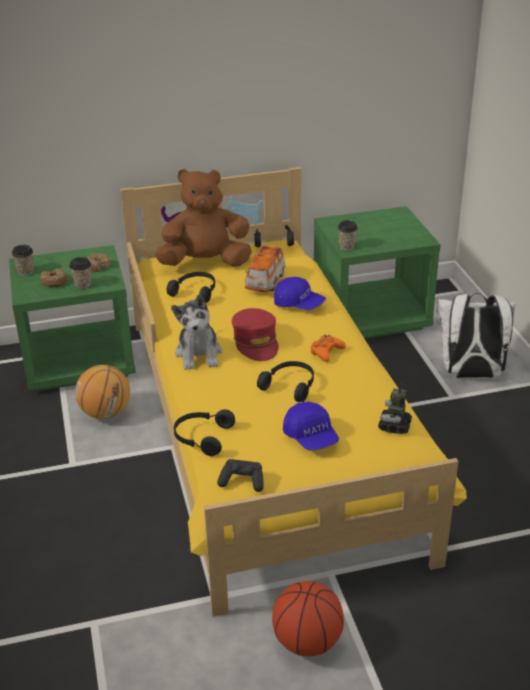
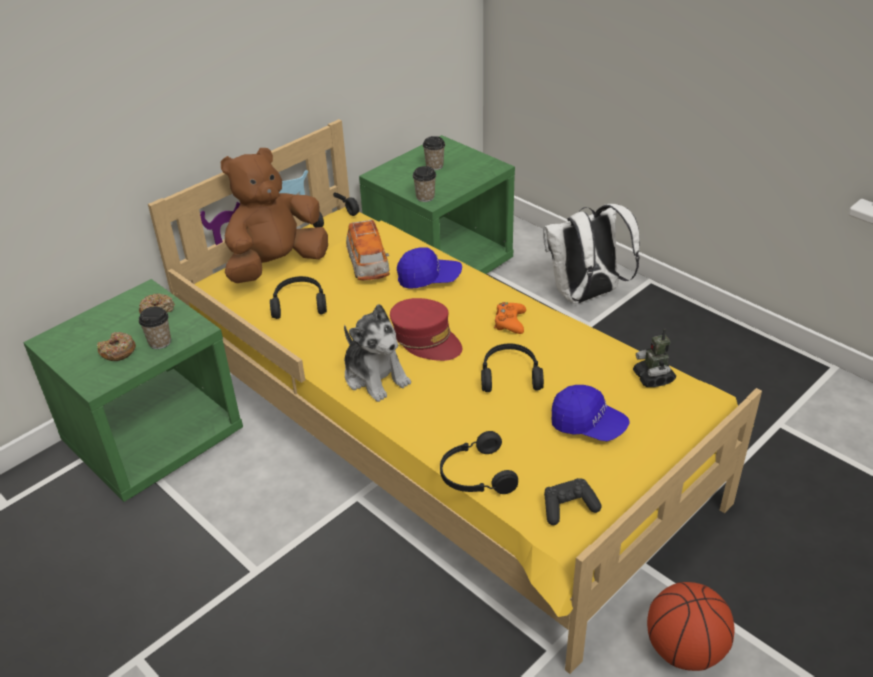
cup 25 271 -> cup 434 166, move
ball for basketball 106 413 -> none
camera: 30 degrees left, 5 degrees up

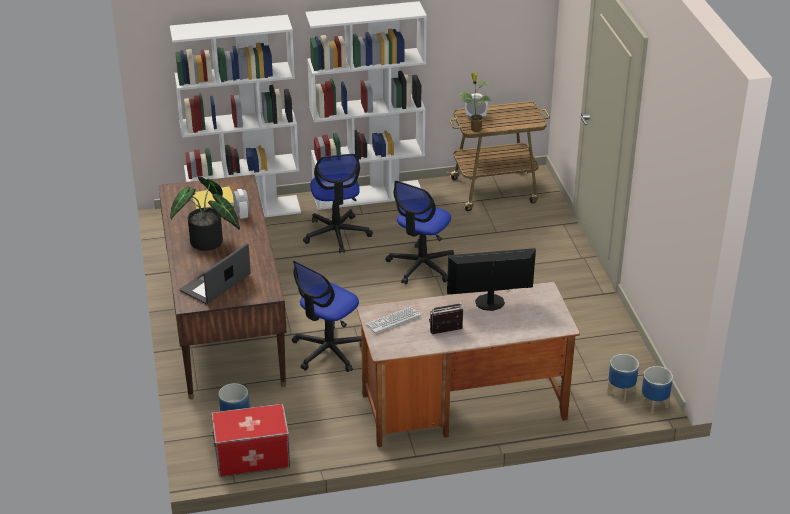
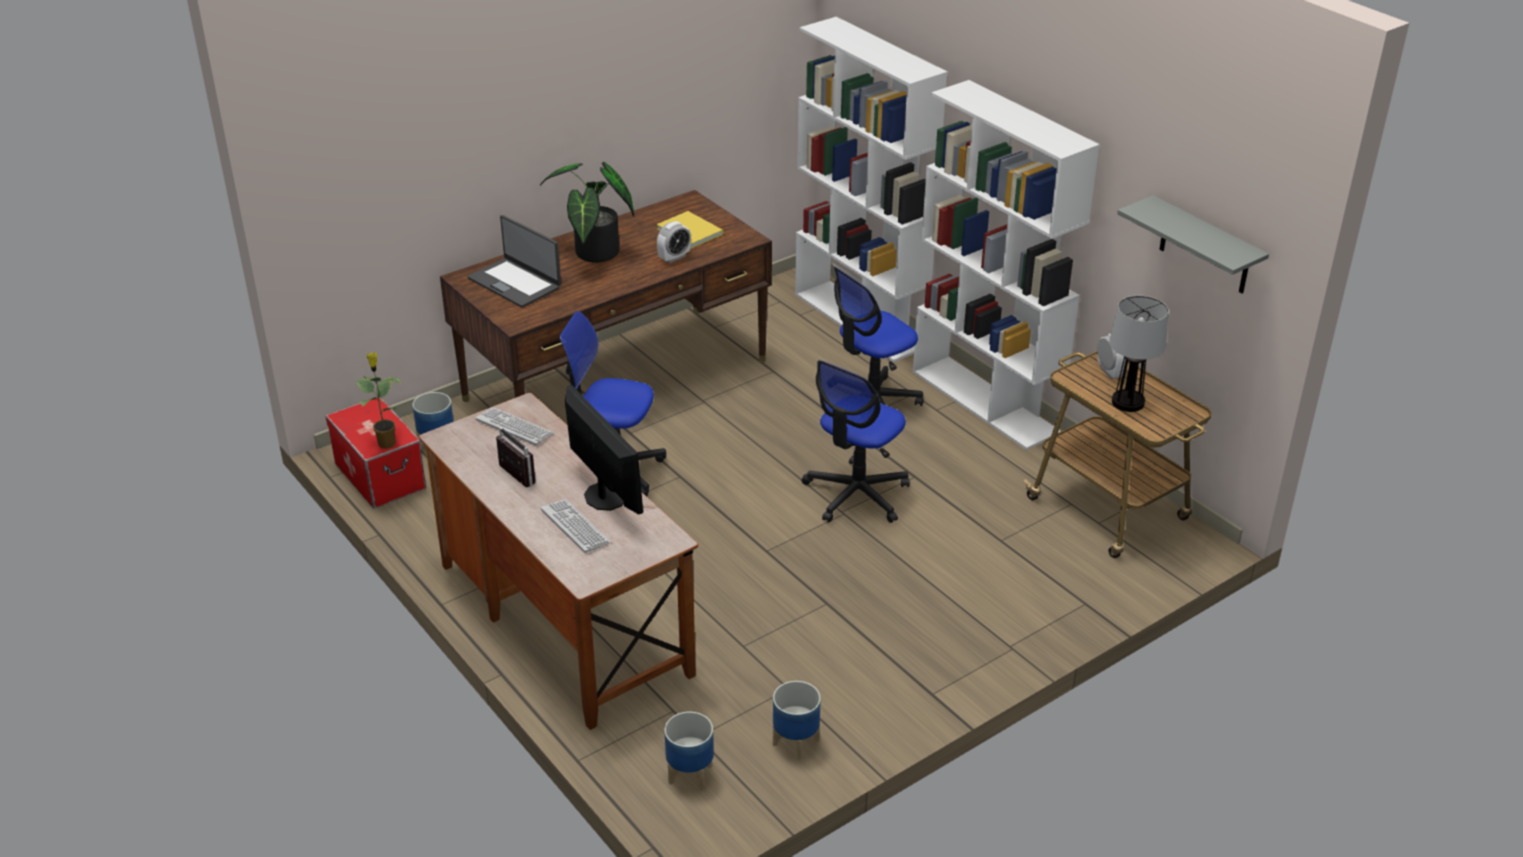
portable computer 216 283 -> portable computer 515 283, 150 degrees counterclockwise
office chair 421 266 -> office chair 856 494, 60 degrees counterclockwise
potted plant 475 129 -> potted plant 386 443, move
plant pot 654 405 -> plant pot 795 743, move
none -> keyboard 575 526
none -> table lamp 1128 403
none -> wall shelf (grey) 1205 247
camera: 65 degrees right, 0 degrees up

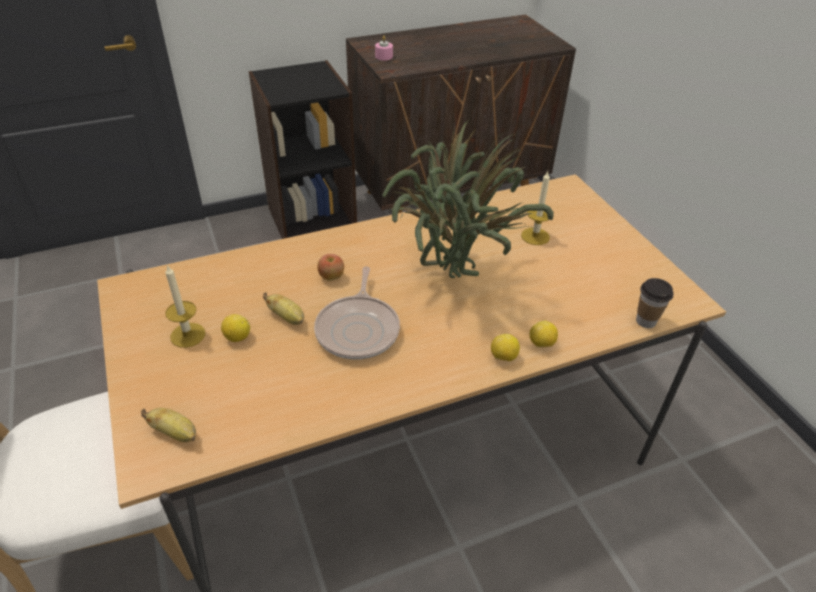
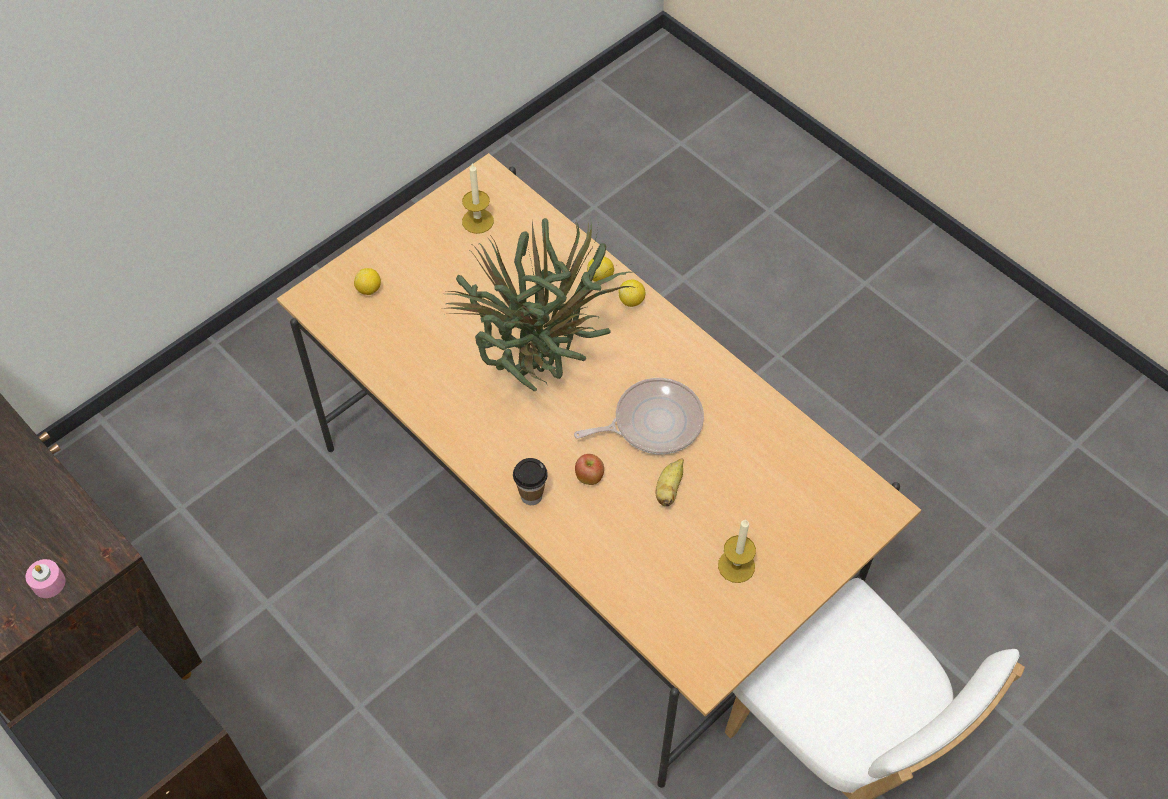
banana 176 433 -> none
lemon 237 337 -> lemon 369 289, move
wax candle 535 236 -> wax candle 477 221, move
cup 645 321 -> cup 531 496, move
camera: 110 degrees left, 15 degrees up

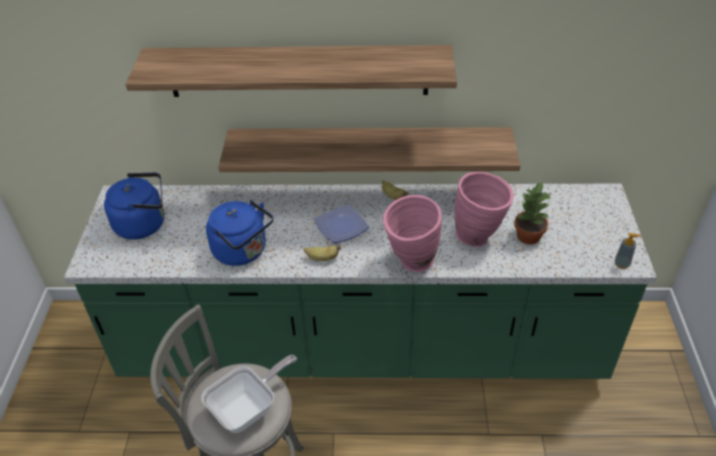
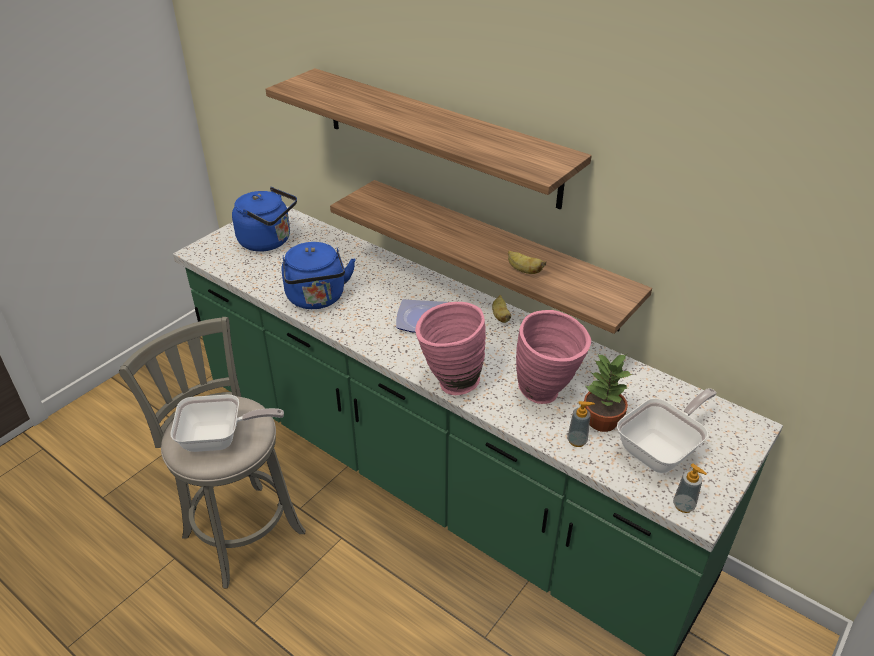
banana 322 258 -> banana 523 270, move
none -> soap dispenser 577 441
none -> frying pan 662 450
camera: 35 degrees right, 5 degrees down

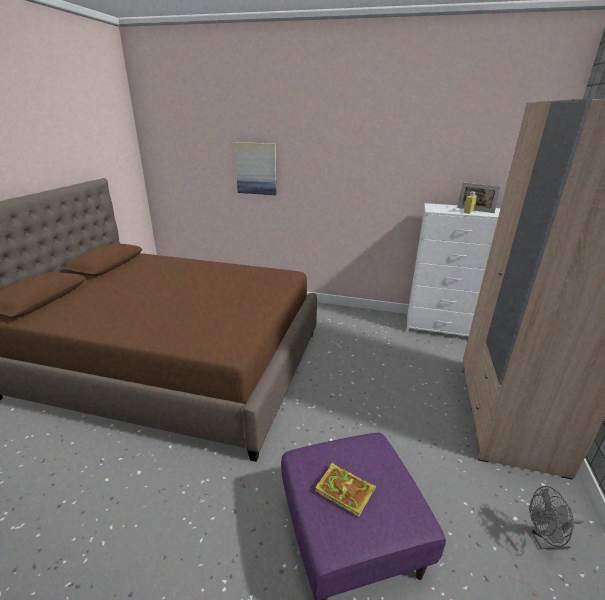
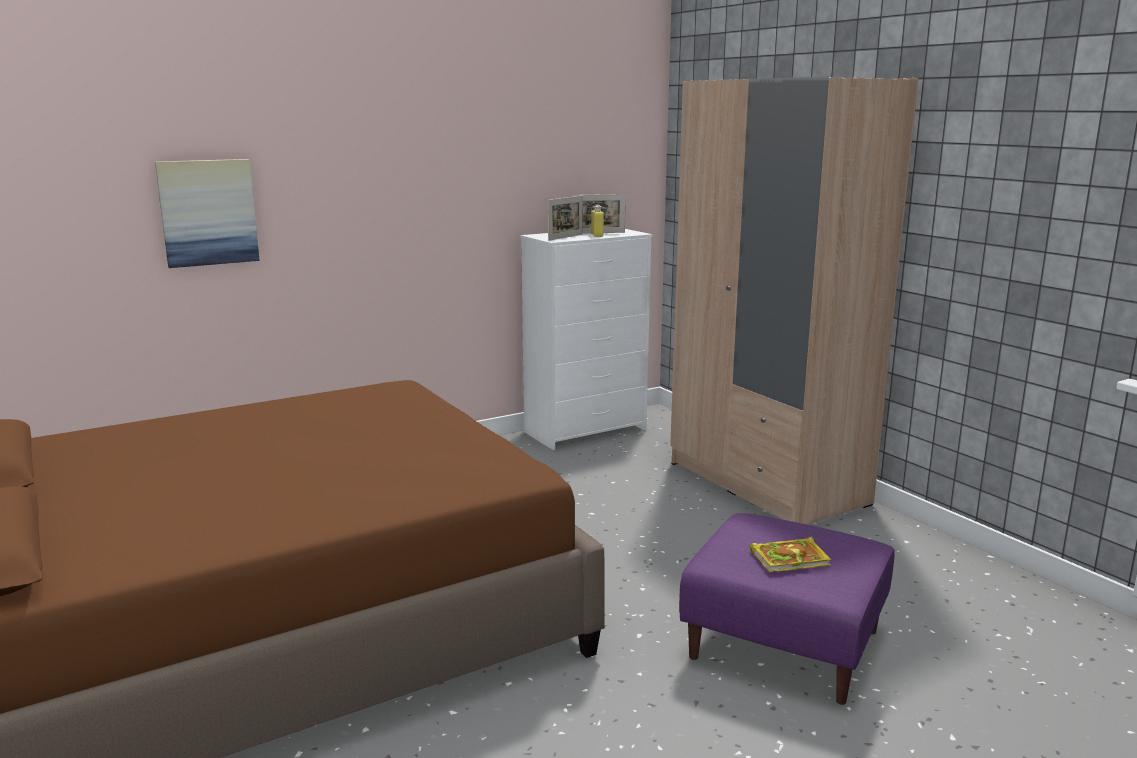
cooling fan (grey) 544 541 -> none
none -> picture frame 565 237
camera: 45 degrees left, 10 degrees down

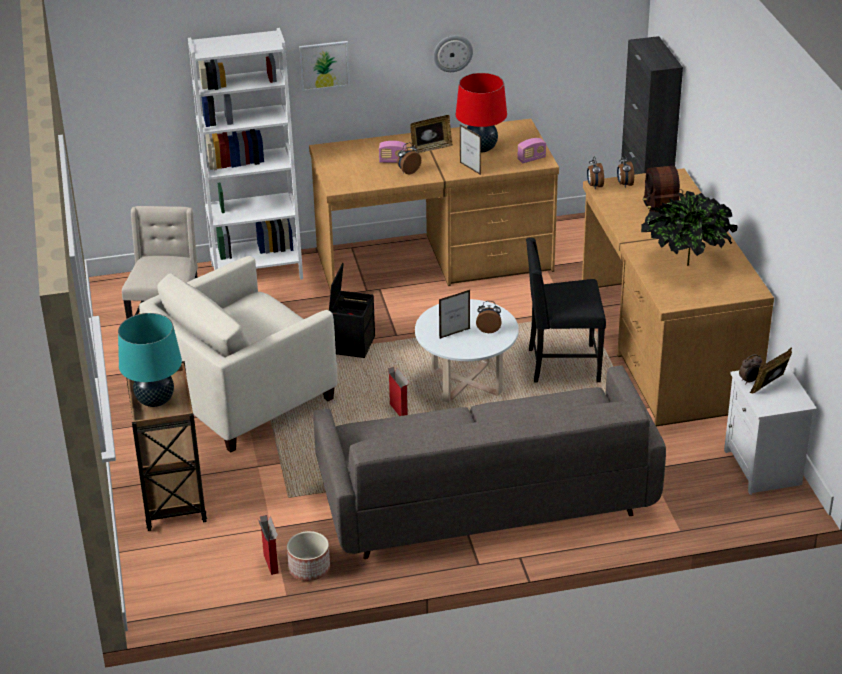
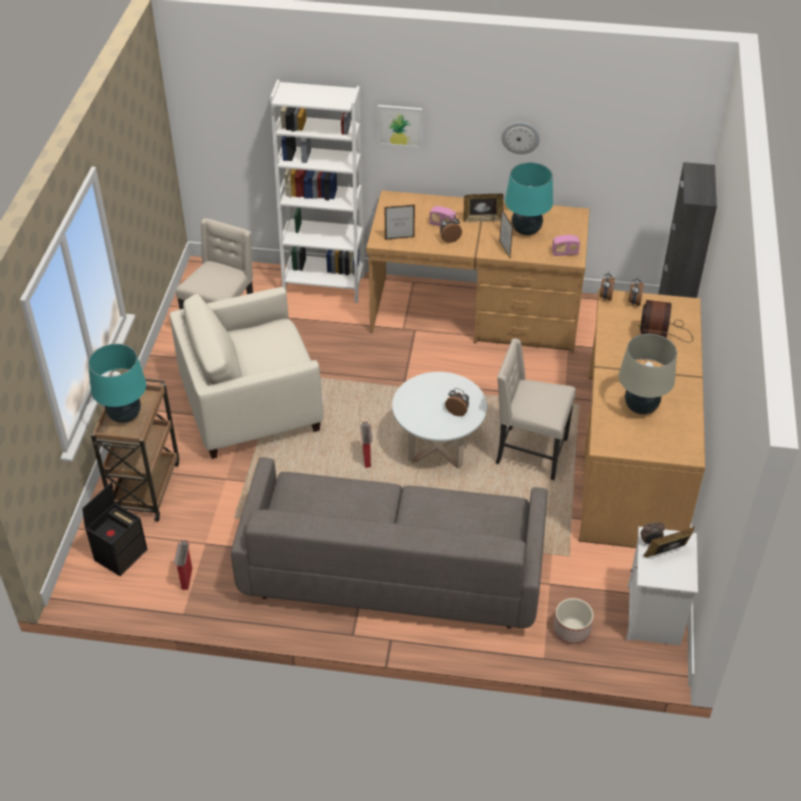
plant pot 309 569 -> plant pot 571 630, move
storage box (blackish) 352 344 -> storage box (blackish) 121 554, move
picture frame 454 333 -> picture frame 399 238, move
table lamp (red-coloured) 481 148 -> table lamp (blue-green) 526 230
plain chair (blackish) 561 365 -> plain chair (beige-coloured) 529 452
potted plant 685 265 -> table lamp (beige-coloured) 640 407
camera: 20 degrees right, 10 degrees up

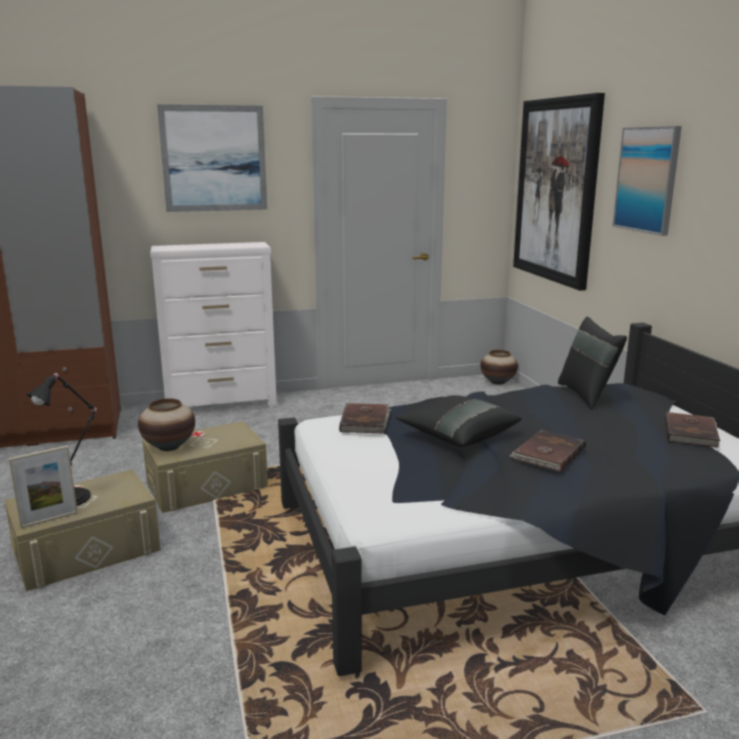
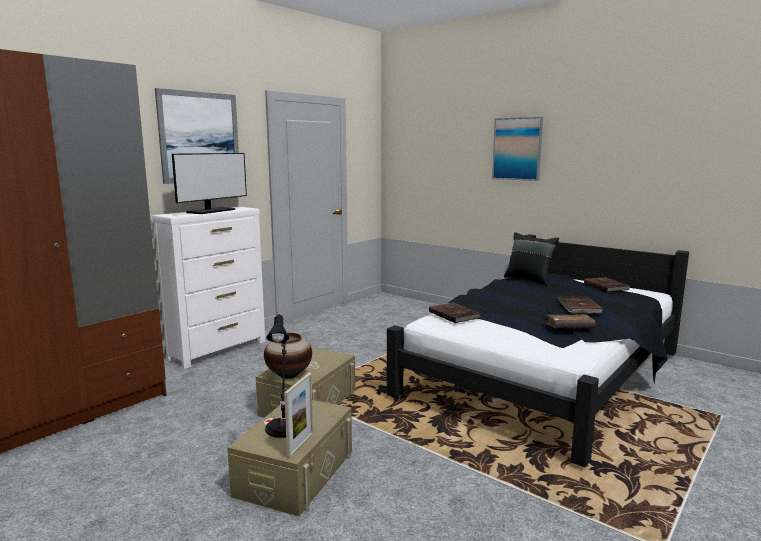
throw pillow (blackish) 457 436 -> none
decorative vase 498 382 -> none
wall art 556 190 -> none
none -> computer screen 211 211
none -> volume (brown) 570 327
camera: 35 degrees left, 5 degrees down

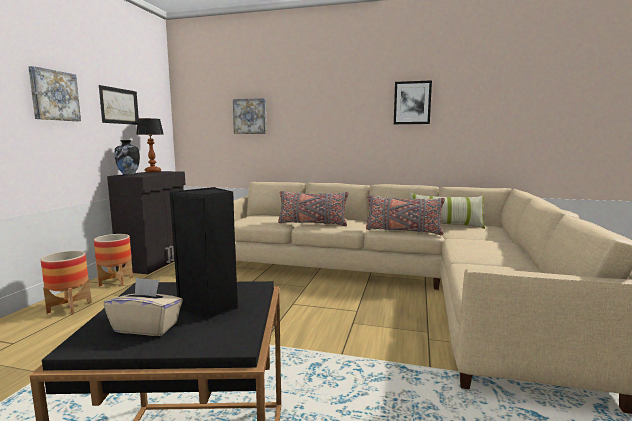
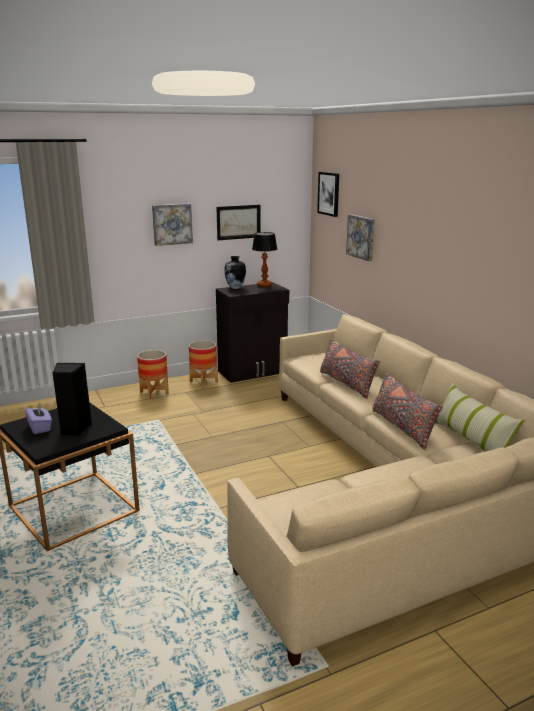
tissue box (beige-coloured) 147 327 -> tissue box (purple-coloured) 40 427
wall art 412 103 -> wall art 329 193, move
camera: 50 degrees right, 10 degrees up

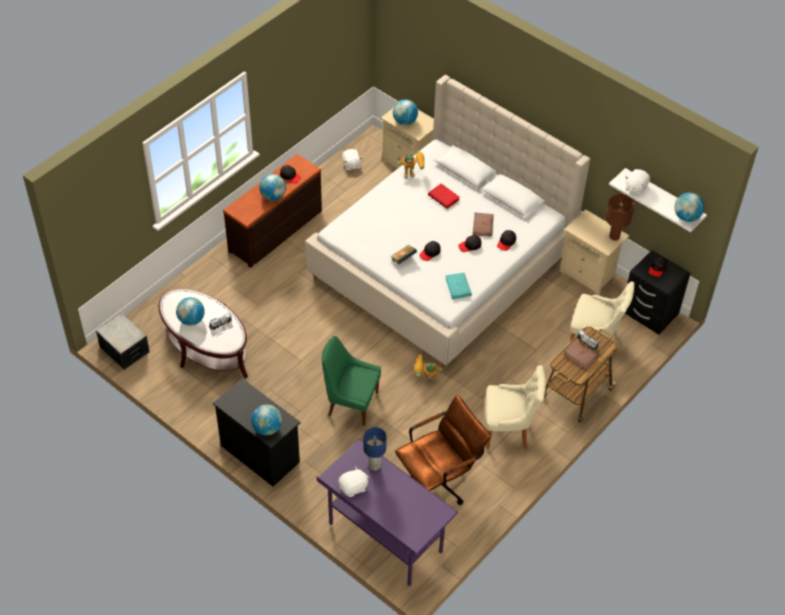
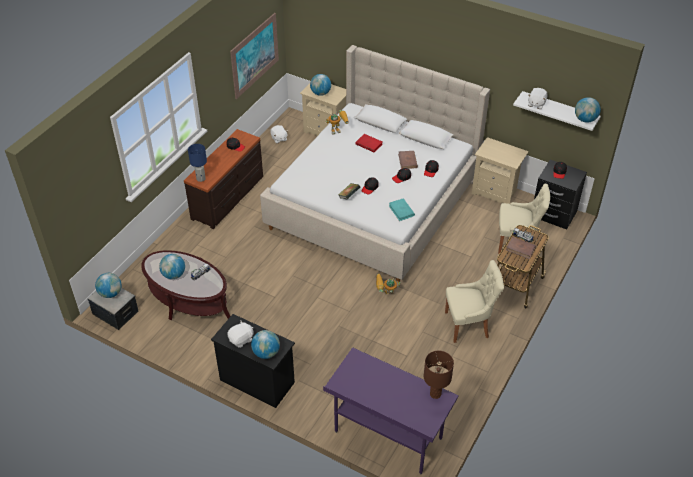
world globe 273 196 -> world globe 110 293, move
plain chair (green-coloured) 351 403 -> none
plush toy (white) 353 487 -> plush toy (white) 241 339, move
table lamp (blue) 374 465 -> table lamp (blue) 201 179, move
office chair (brown) 439 481 -> none
table lamp (brown) 614 236 -> table lamp (brown) 435 394, move
none -> wall art 255 55
camera: 10 degrees left, 5 degrees down

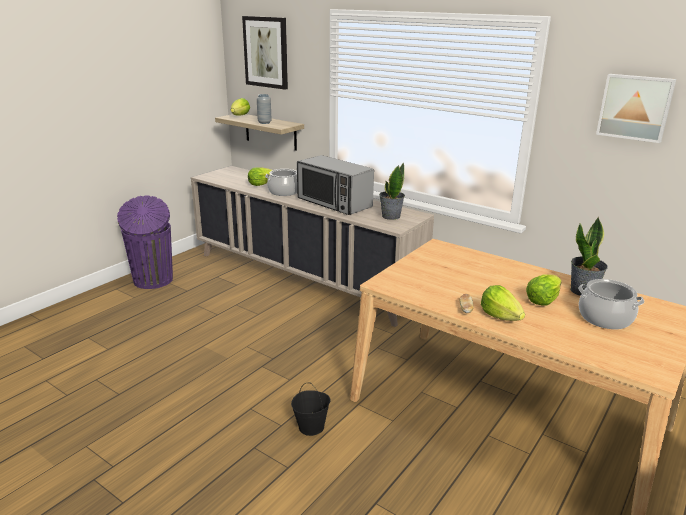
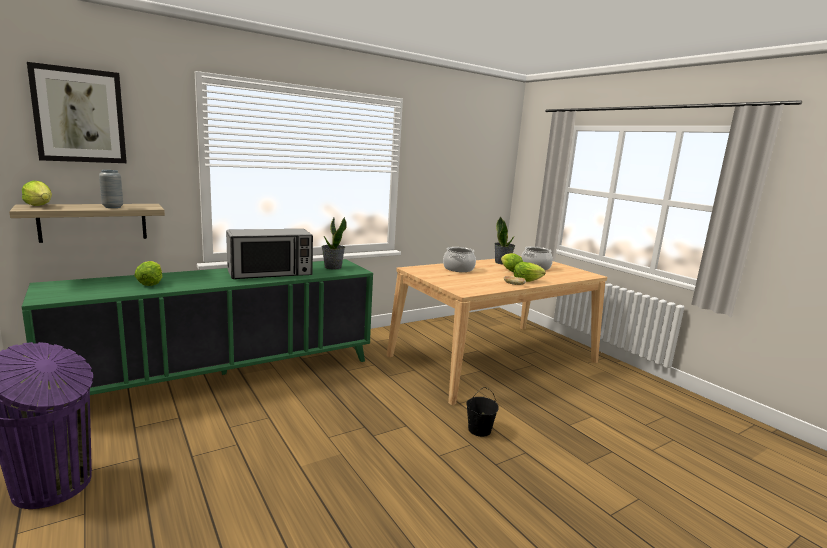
cupboard (beige-coloured) 303 278 -> cupboard (green-coloured) 224 376
saucepot 284 192 -> saucepot 458 269, move
wall art 635 107 -> none
camera: 70 degrees left, 10 degrees down

